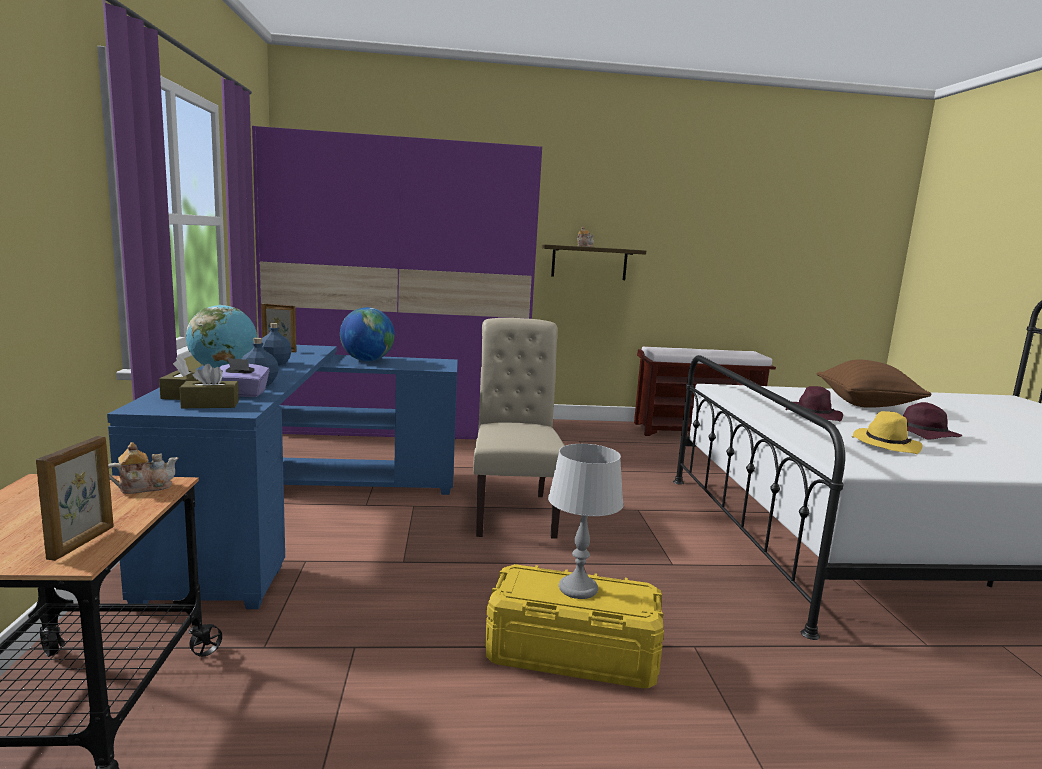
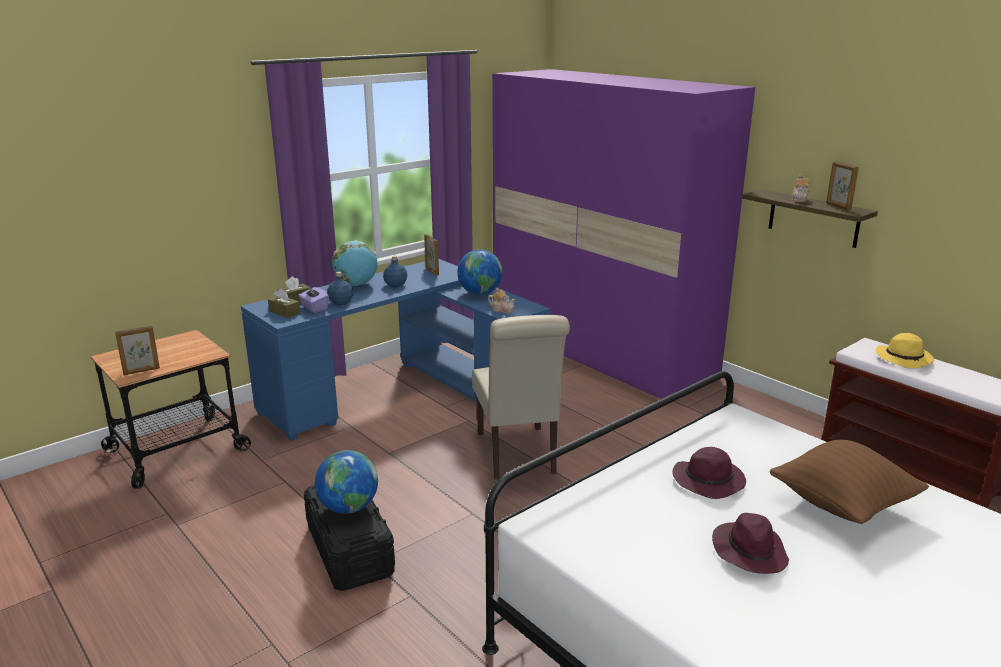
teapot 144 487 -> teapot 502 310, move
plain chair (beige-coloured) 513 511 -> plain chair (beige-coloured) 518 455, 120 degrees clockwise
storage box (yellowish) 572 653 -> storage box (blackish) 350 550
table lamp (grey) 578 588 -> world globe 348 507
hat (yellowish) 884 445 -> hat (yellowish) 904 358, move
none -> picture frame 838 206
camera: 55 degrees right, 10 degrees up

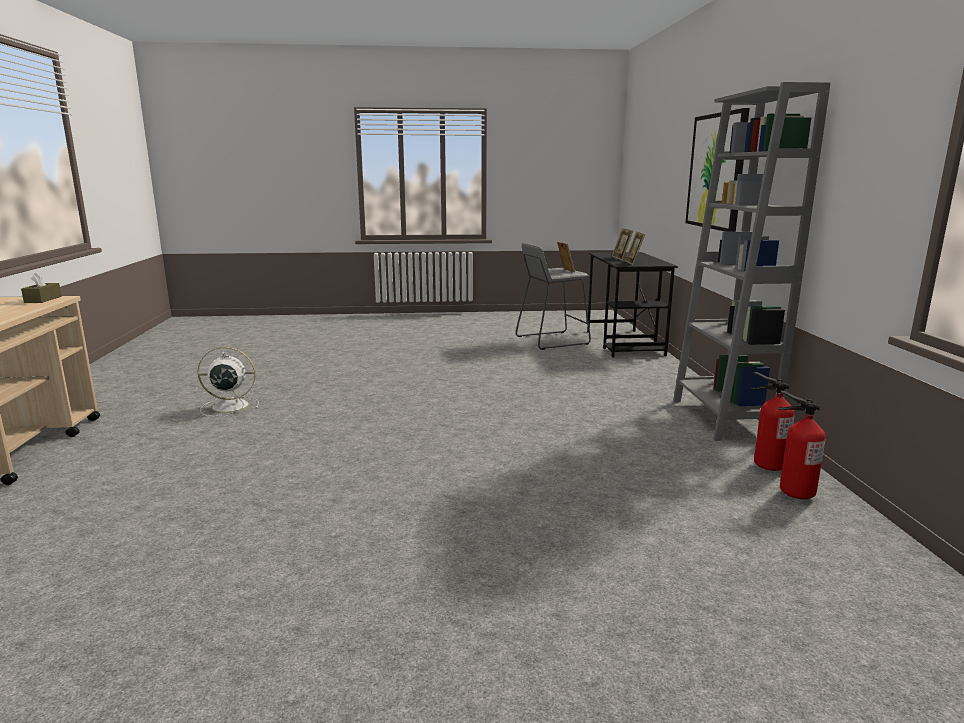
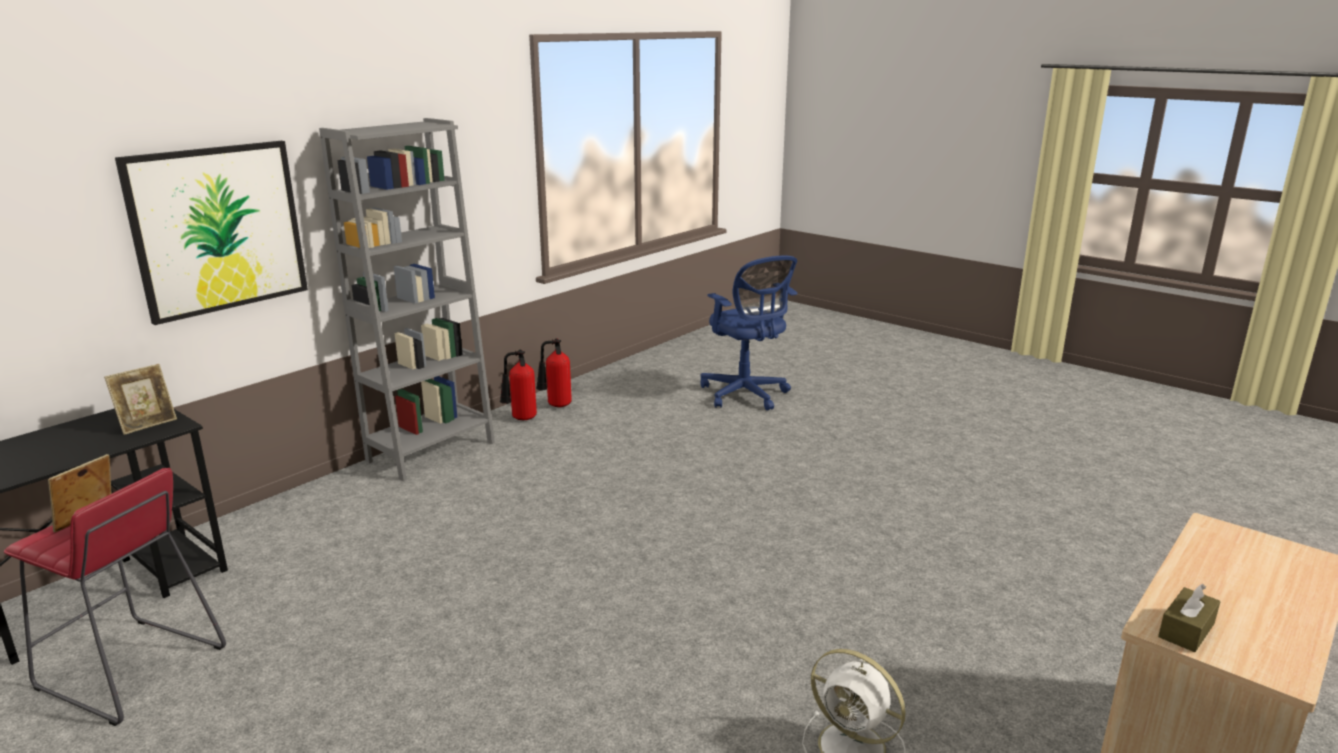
stool (grey) 552 340 -> stool (red-coloured) 131 669
picture frame 621 258 -> none
none -> office chair (blue) 746 395
camera: 135 degrees left, 5 degrees up

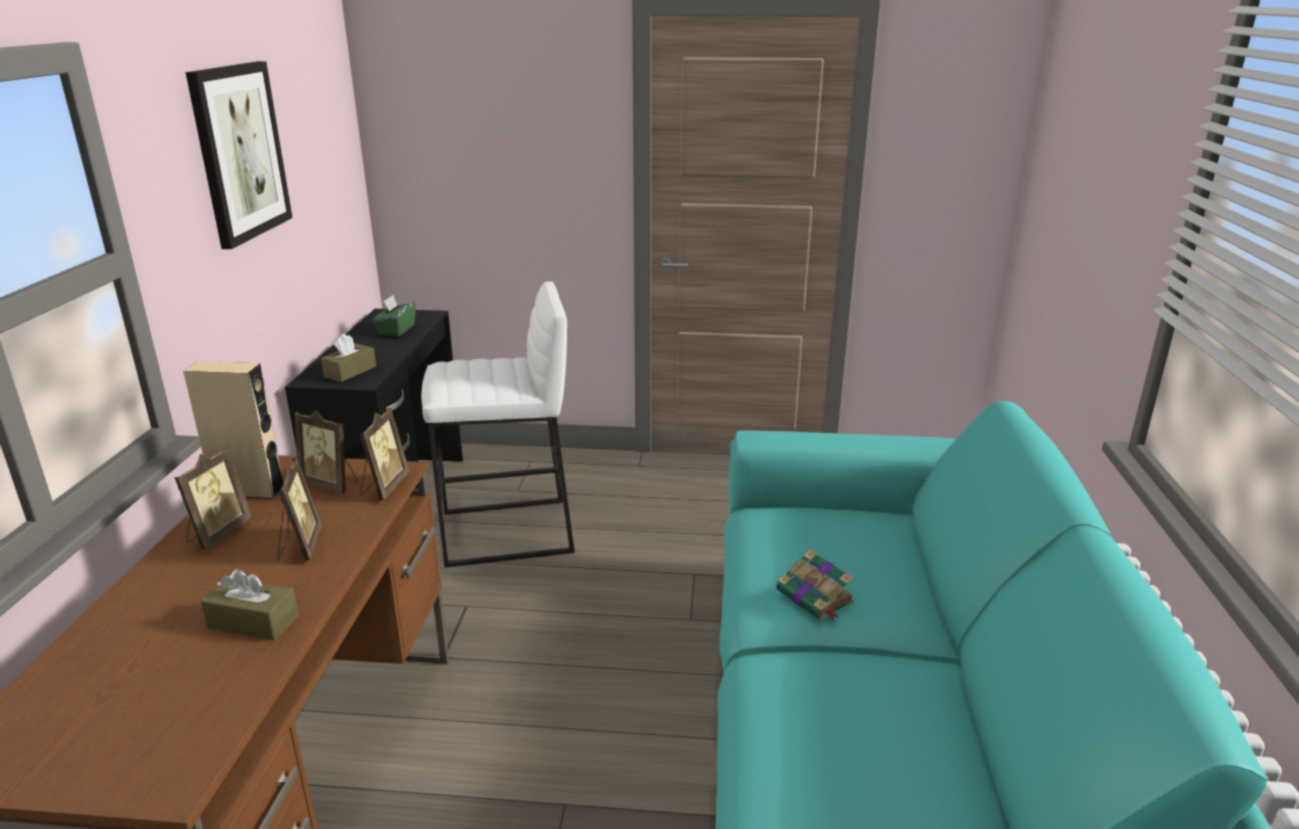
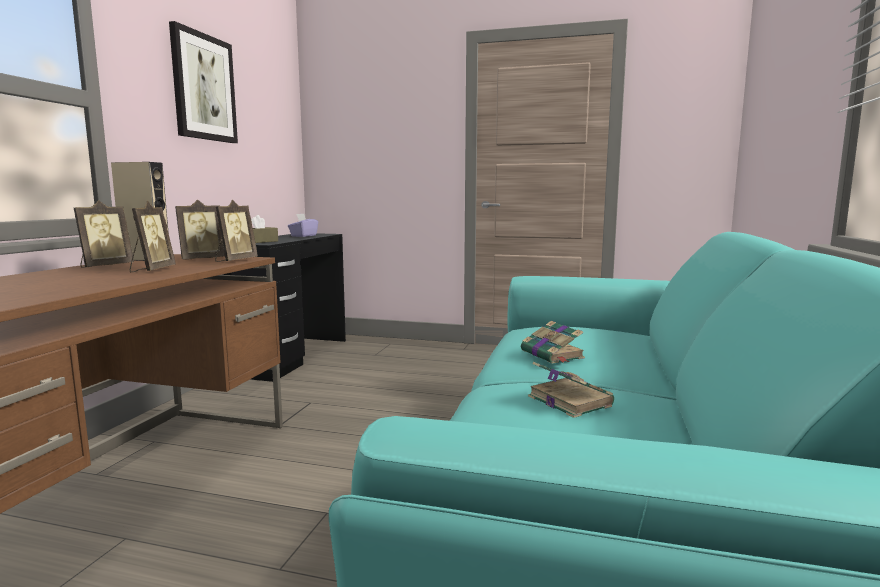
tissue box (brown) 253 622 -> none
picture frame 331 484 -> picture frame 201 259, 75 degrees counterclockwise
tissue box (green-coloured) 396 330 -> tissue box (purple-coloured) 303 236
stool (white) 506 533 -> none
none -> volume 568 400
camera: 10 degrees right, 15 degrees down

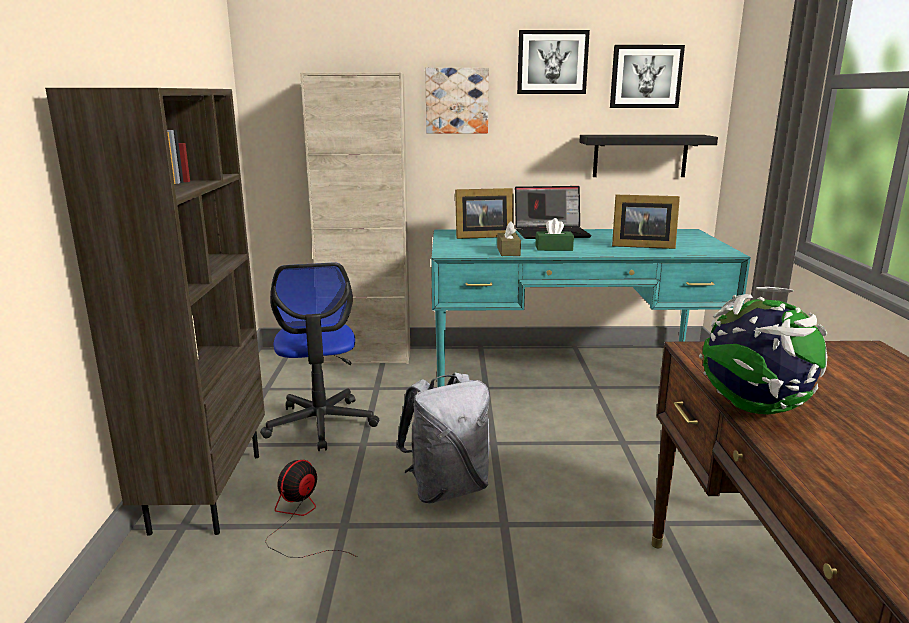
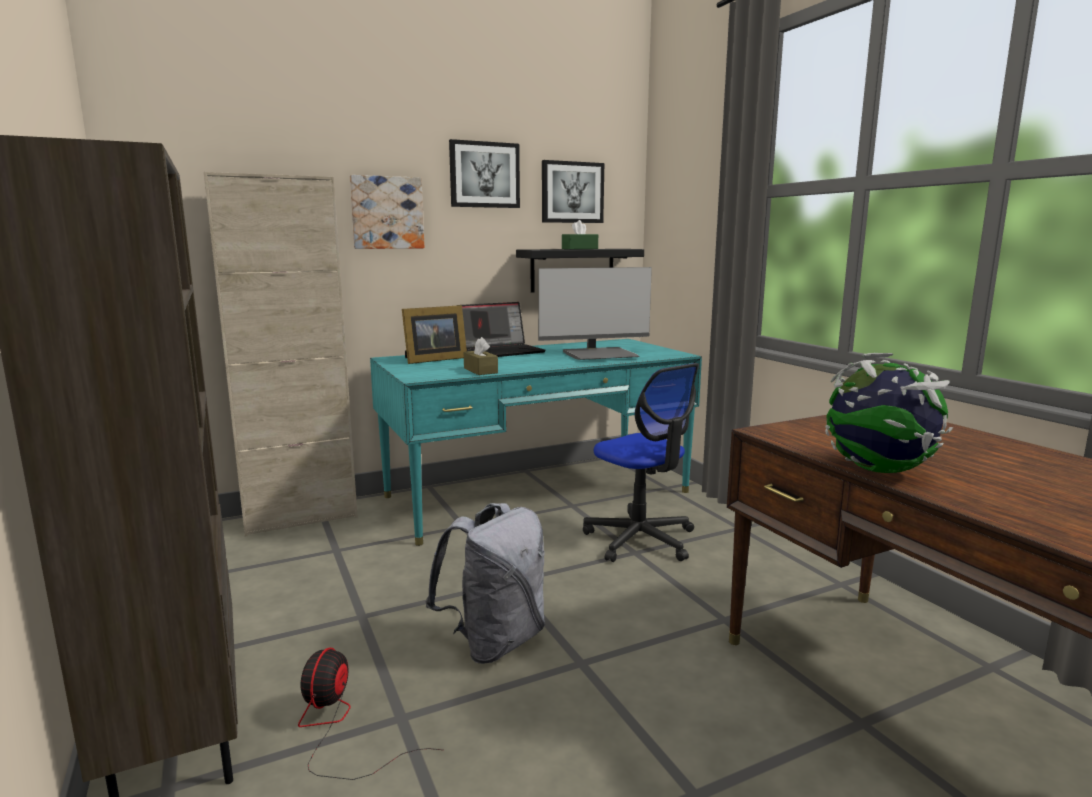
office chair 321 424 -> office chair 640 539, move
tissue box (green-coloured) 554 248 -> tissue box (green-coloured) 579 249, move
picture frame 640 245 -> computer screen 599 355
camera: 25 degrees left, 5 degrees down

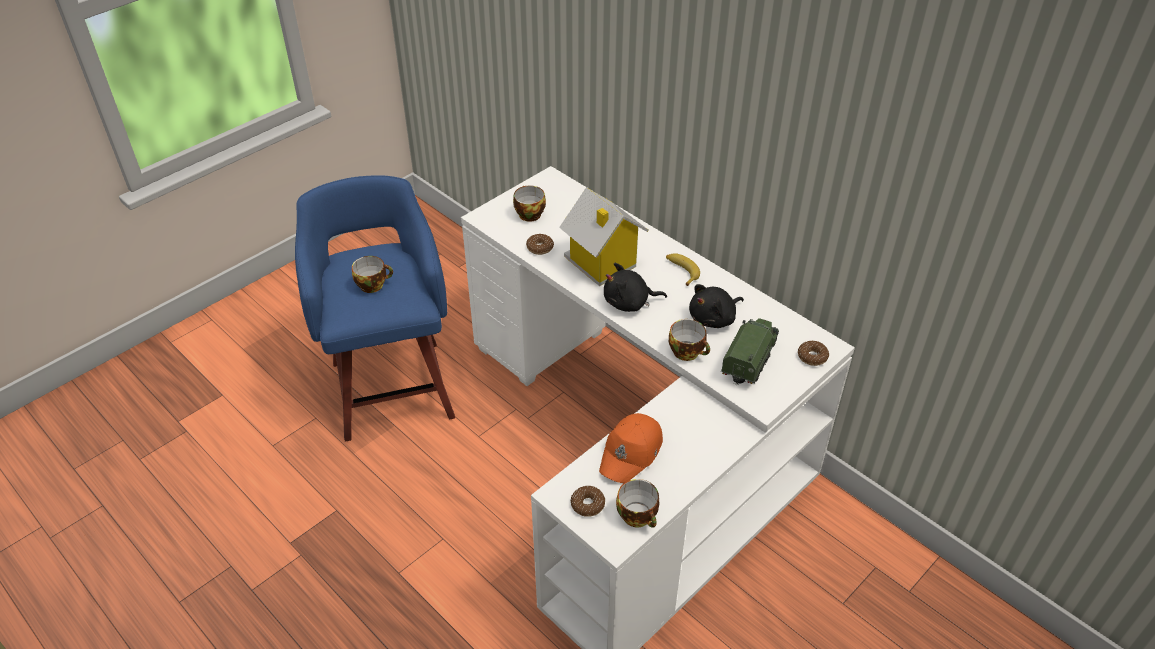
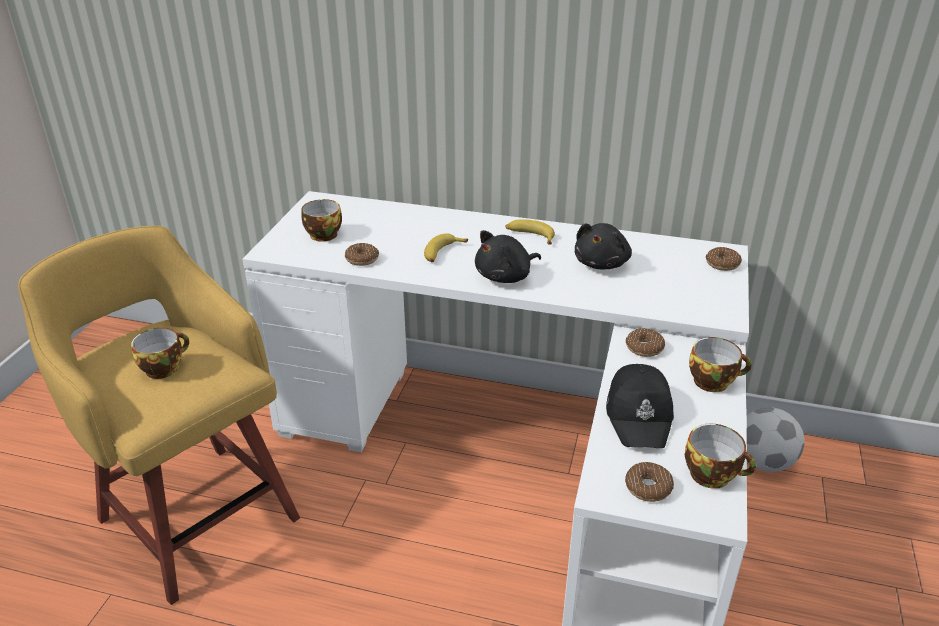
stool (blue) 392 385 -> stool (yellowish) 196 514
model house 601 263 -> banana 442 253
peaked cap (orangey) 631 453 -> peaked cap (blackish) 639 415
cup 688 352 -> cup 713 381, move
model truck 750 358 -> none
none -> doughnut 644 348
none -> football 763 462
camera: 30 degrees left, 10 degrees down

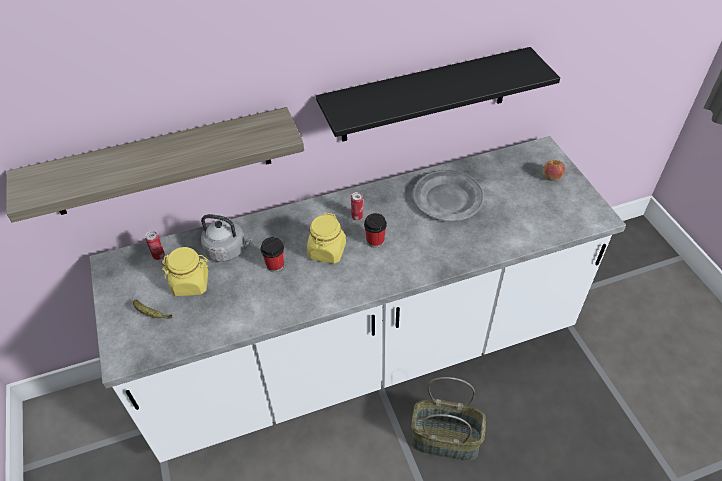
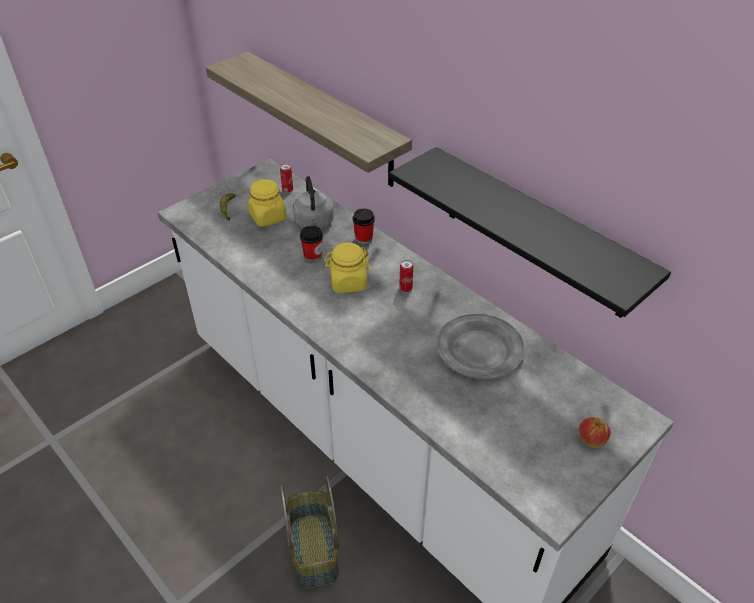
cup 375 241 -> cup 364 239, move
camera: 65 degrees right, 5 degrees down

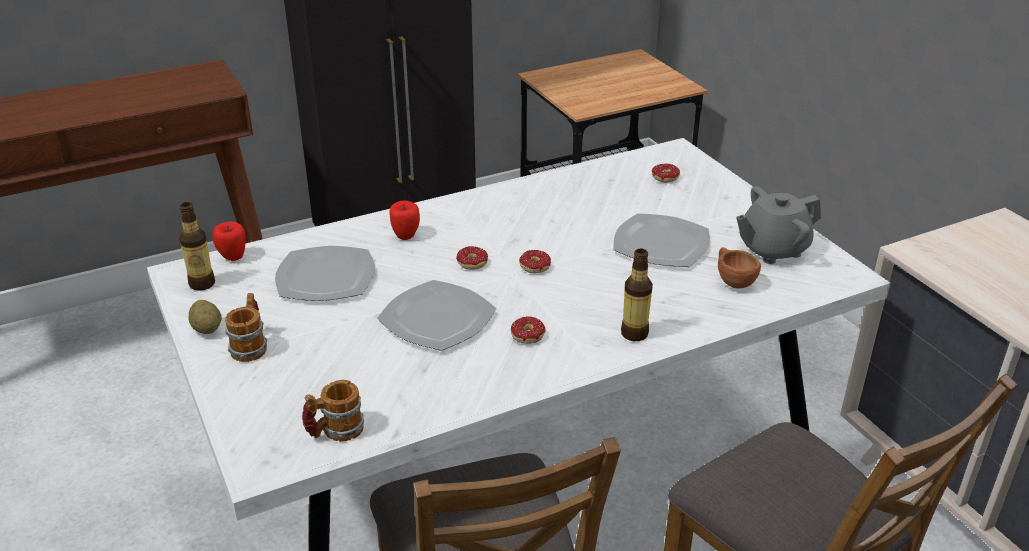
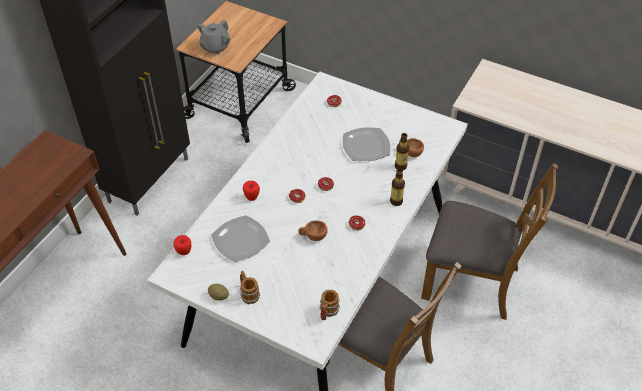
bottle 202 284 -> bottle 400 166, move
flat dish 437 319 -> cup (brown) 312 236
teapot (grey) 772 249 -> teapot (grey) 215 47, move
camera: 35 degrees left, 15 degrees up

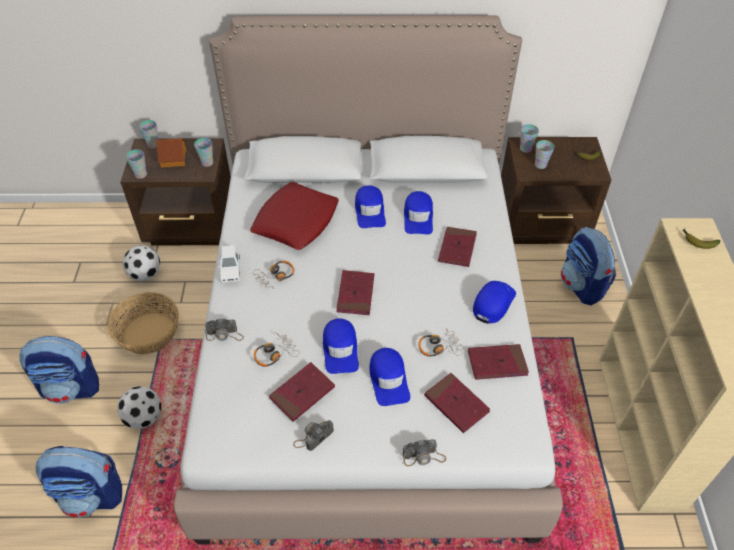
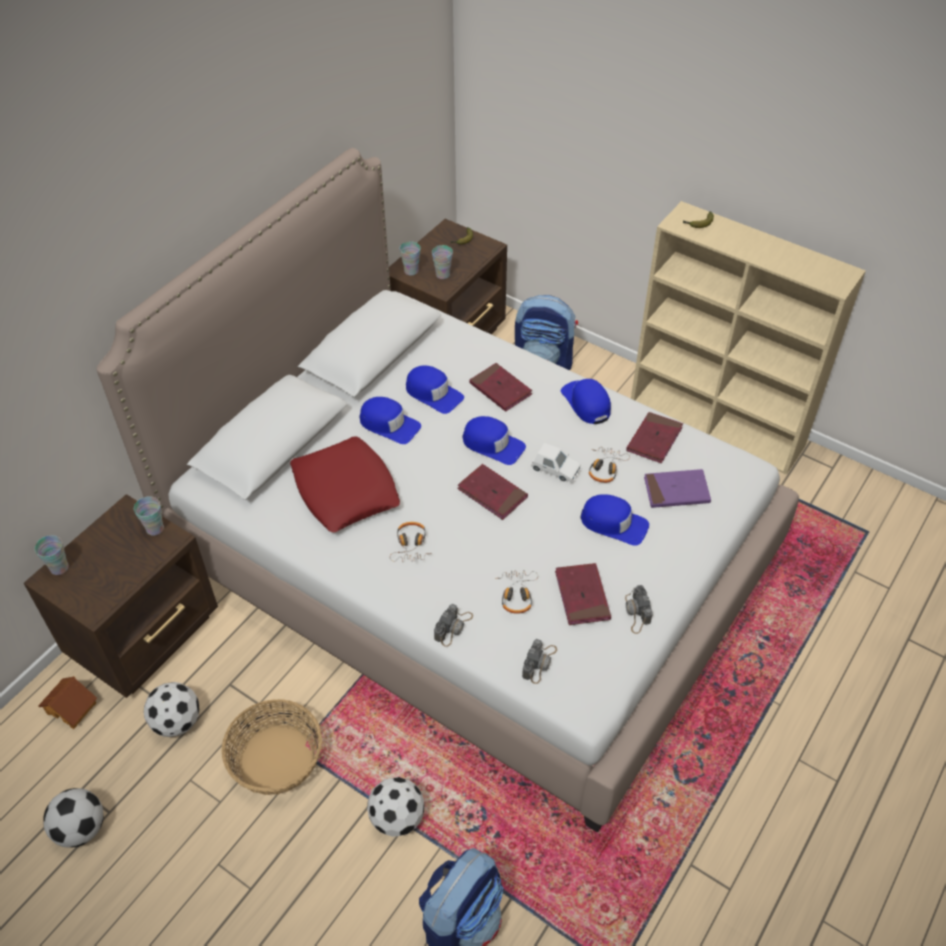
rucksack 72 388 -> none
cup 141 174 -> none
model house 174 158 -> model house 72 707, move
model car (white) 230 269 -> model car (white) 555 469, move
peaked cap (blue) 340 349 -> peaked cap (blue) 493 444, move
photo camera 423 456 -> photo camera 539 662, move
volume (red-coloured) 456 404 -> volume (purple-coloured) 676 491
none -> football 81 828
camera: 55 degrees left, 0 degrees up

